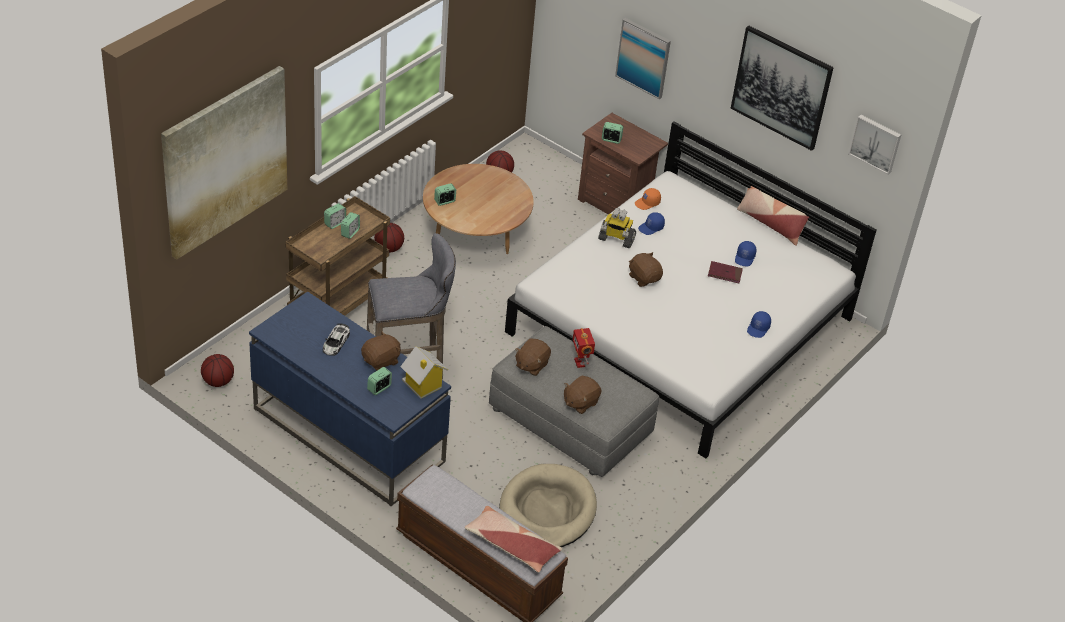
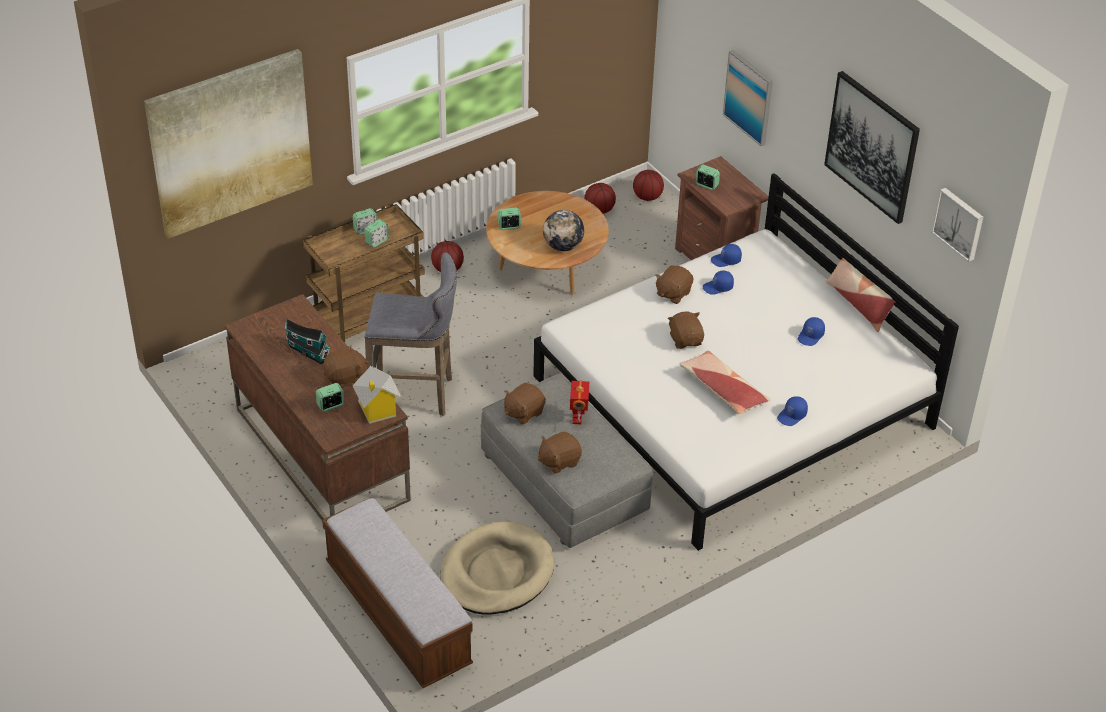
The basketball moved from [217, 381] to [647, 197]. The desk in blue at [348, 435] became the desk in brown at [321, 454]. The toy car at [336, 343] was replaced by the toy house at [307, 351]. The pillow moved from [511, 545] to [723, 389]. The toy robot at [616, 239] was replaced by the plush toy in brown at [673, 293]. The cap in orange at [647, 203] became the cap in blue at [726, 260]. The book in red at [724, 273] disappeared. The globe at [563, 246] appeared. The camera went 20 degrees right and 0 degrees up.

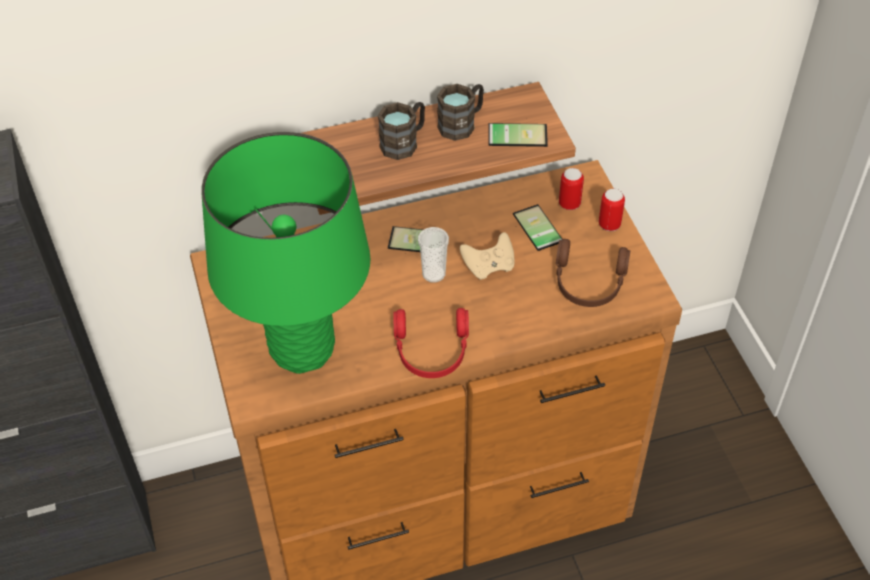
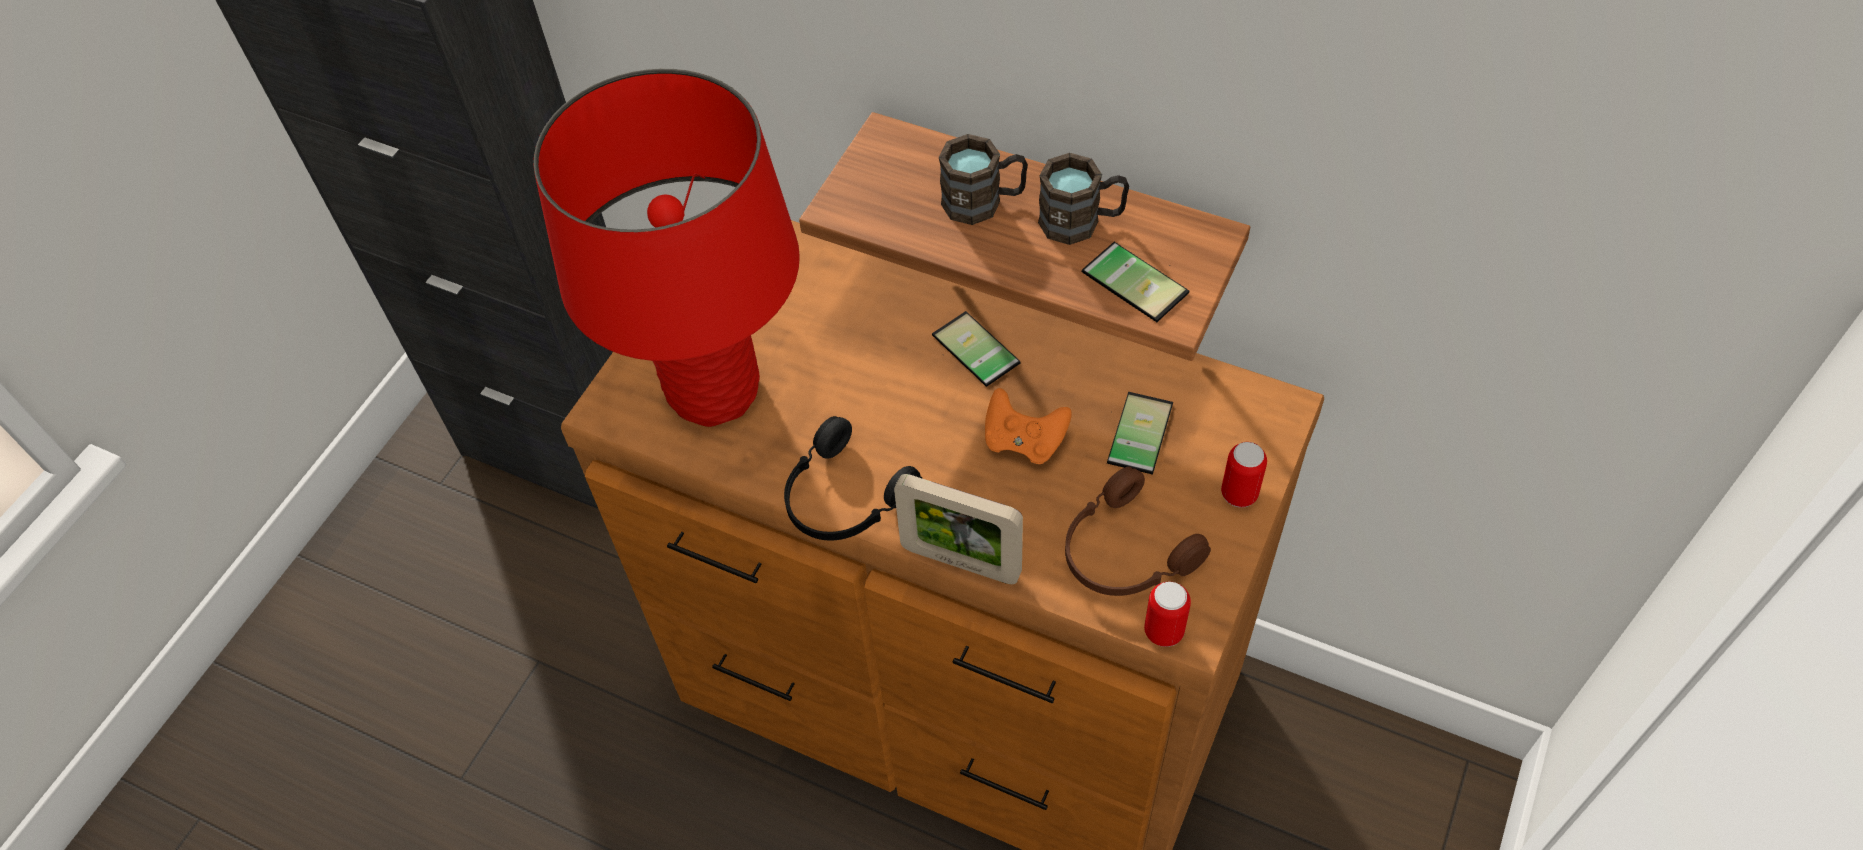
The table lamp in green at [302, 350] became the table lamp in red at [713, 392]. The headphones in red at [431, 352] became the headphones in black at [844, 499]. The cup at [433, 274] disappeared. The game controller in beige at [489, 267] became the game controller in orange at [1024, 441]. The can moved from [569, 204] to [1163, 631]. The picture frame at [960, 562] appeared. The camera went 45 degrees right and 5 degrees up.

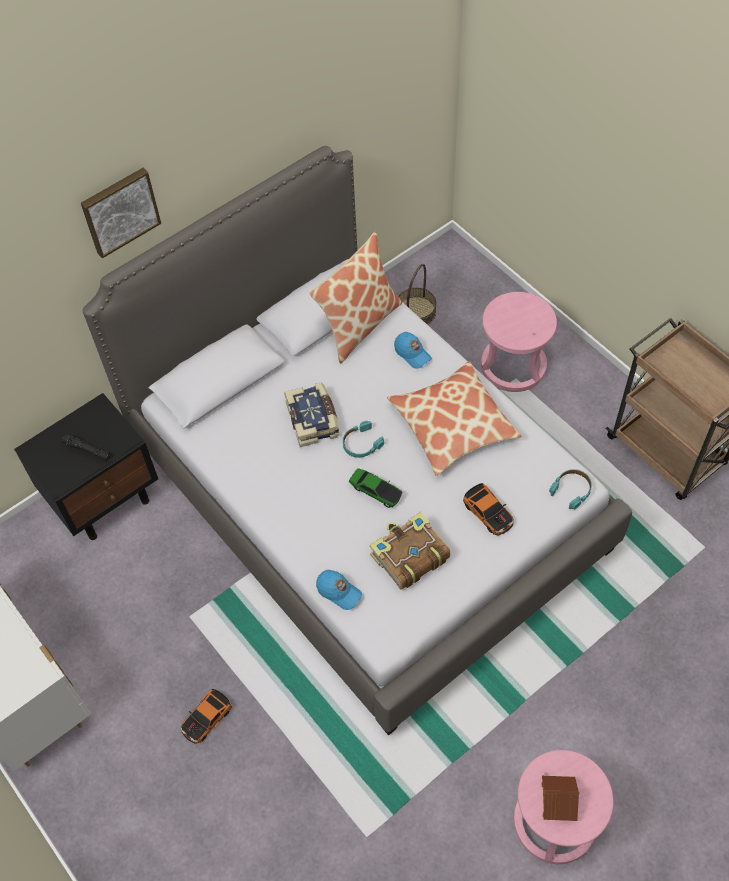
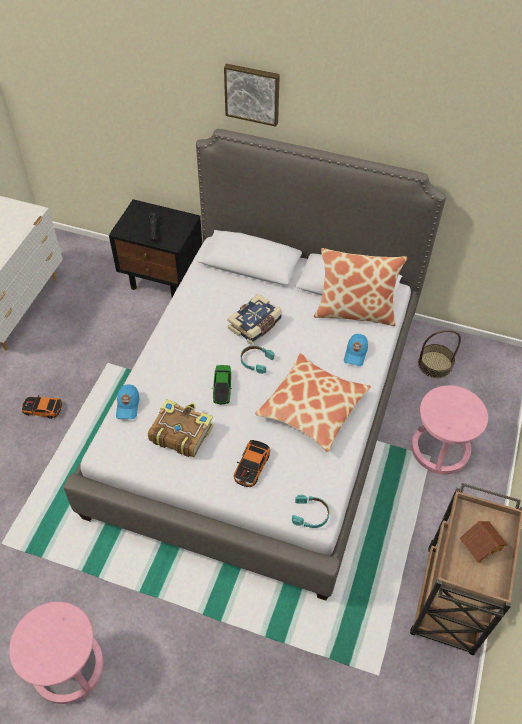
The toy house moved from [557, 800] to [481, 544]. The camera went 55 degrees right and 5 degrees down.

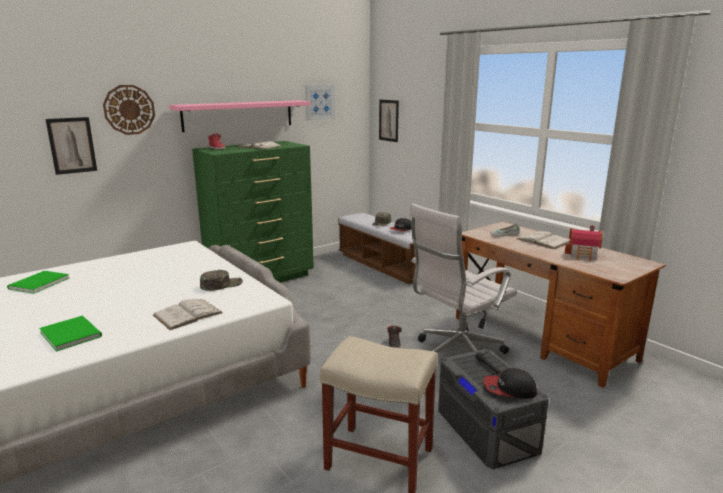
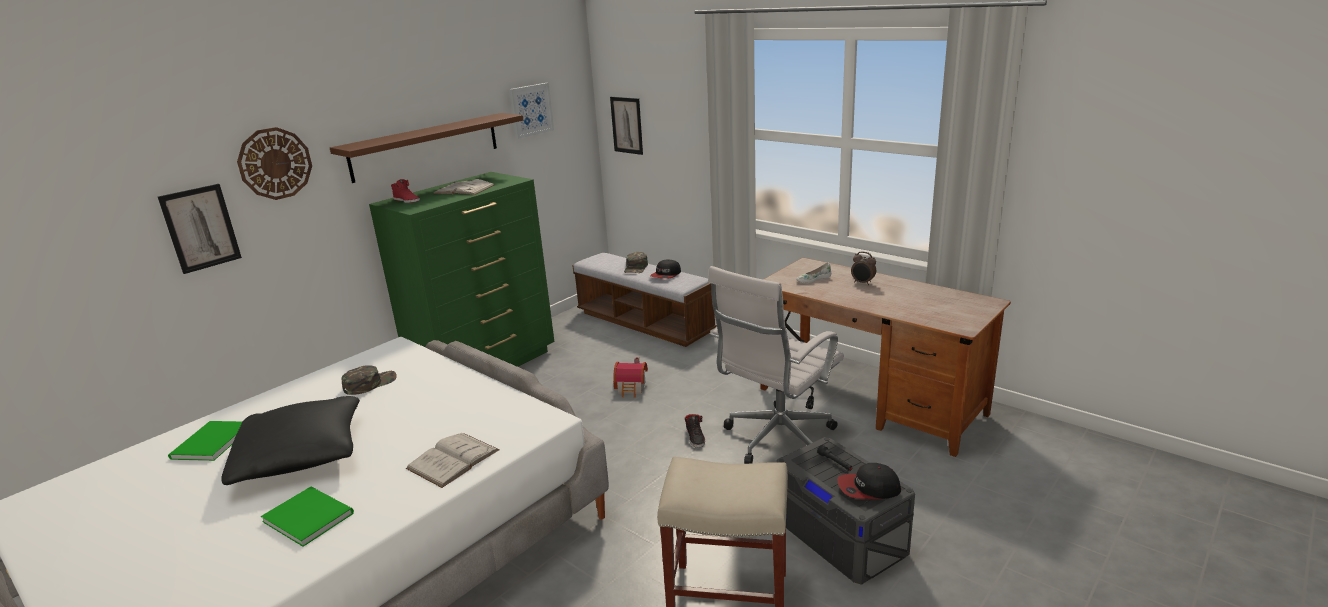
The shelf in pink at [238, 115] became the shelf in brown at [426, 146]. The cap in green moved from [221, 284] to [370, 383]. The book in white at [543, 240] was replaced by the alarm clock at [862, 283]. The toy house moved from [583, 255] to [632, 388]. The pillow in black at [301, 455] appeared. The camera went 10 degrees left and 5 degrees up.

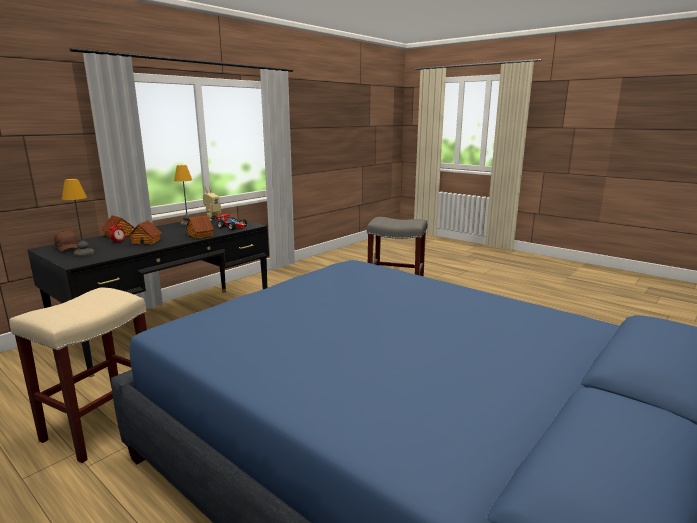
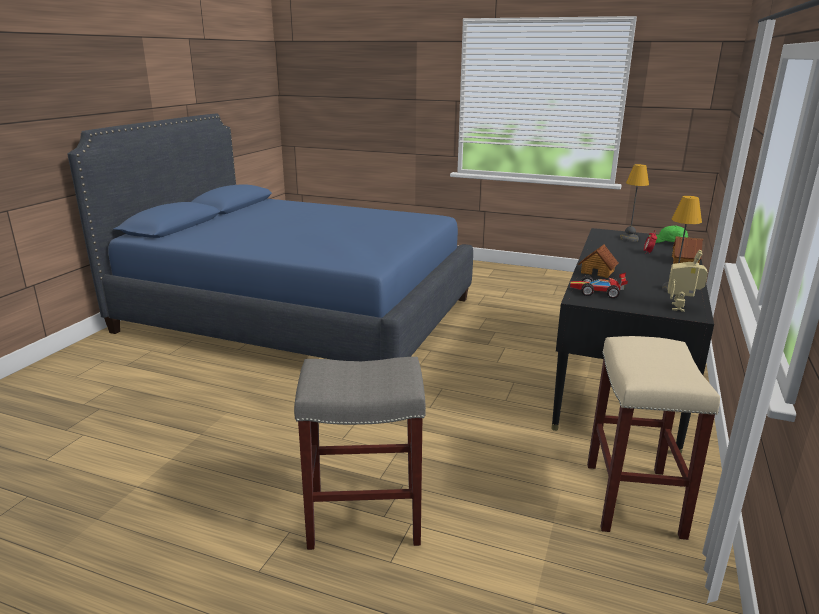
The stool in beige moved from [102, 425] to [634, 500]. The cap in brown at [68, 247] became the cap in green at [668, 242]. The toy house at [146, 241] disappeared. The camera went 160 degrees right and 5 degrees up.

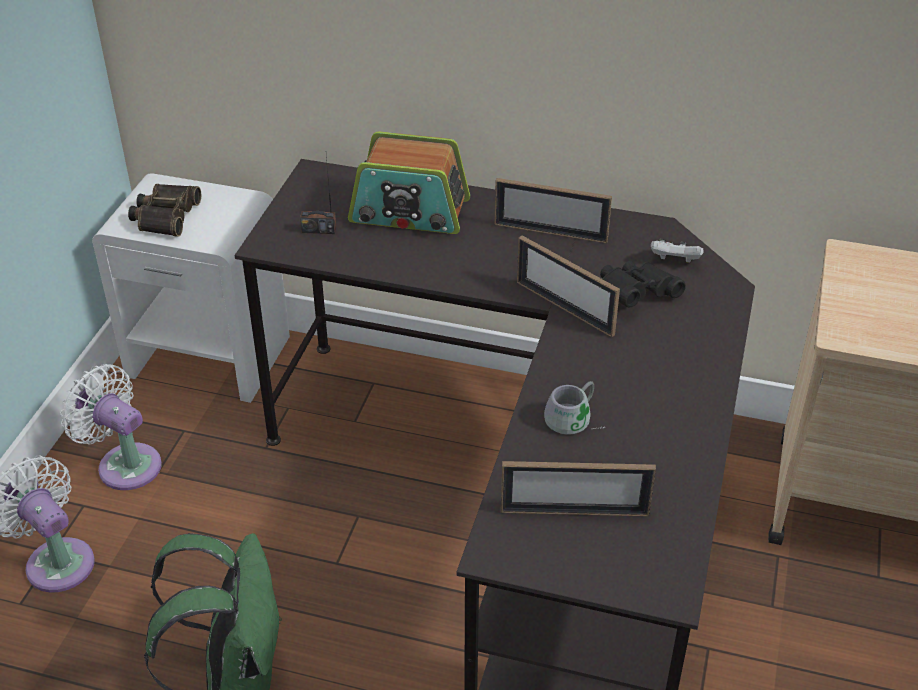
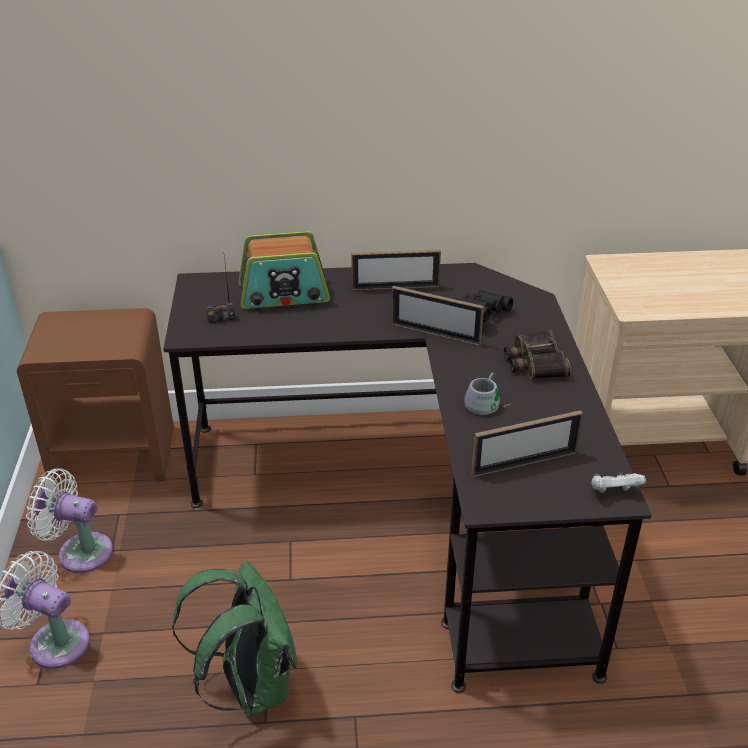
The nightstand in white at [210, 356] became the nightstand in brown at [115, 455]. The binoculars moved from [165, 216] to [534, 362]. The game controller in white moved from [675, 261] to [613, 492]. The camera went 20 degrees left and 5 degrees down.

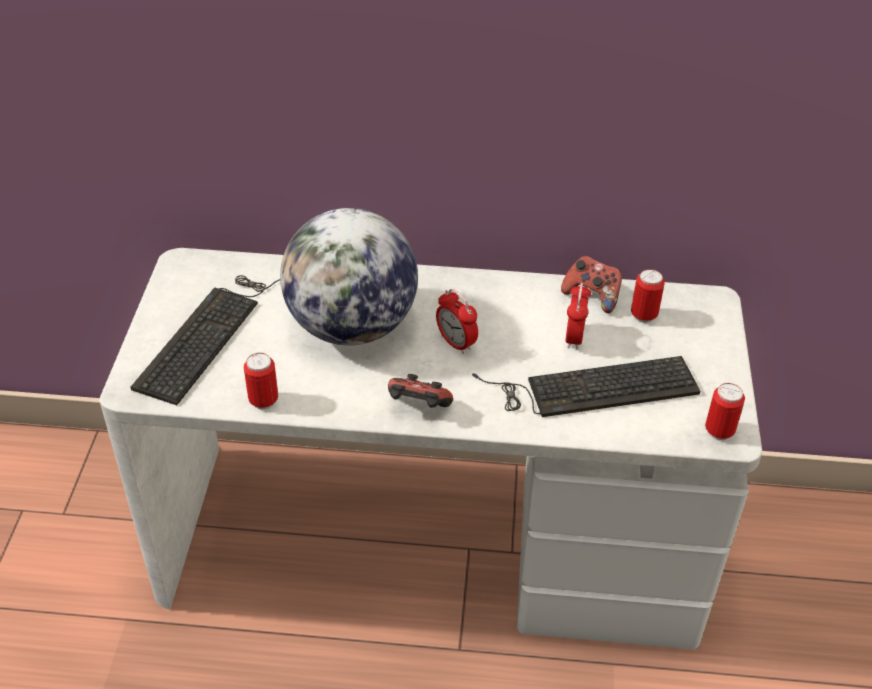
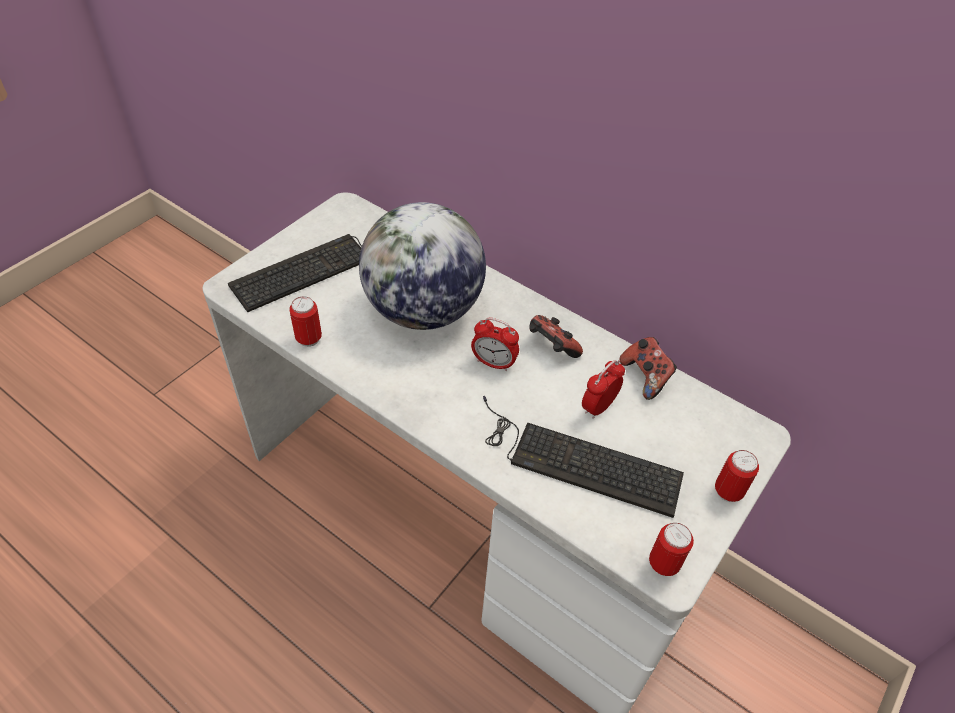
The game controller moved from [417, 407] to [551, 348]. The alarm clock at [456, 343] turned 60 degrees counterclockwise. The can moved from [643, 315] to [728, 491]. The camera went 30 degrees right and 5 degrees up.

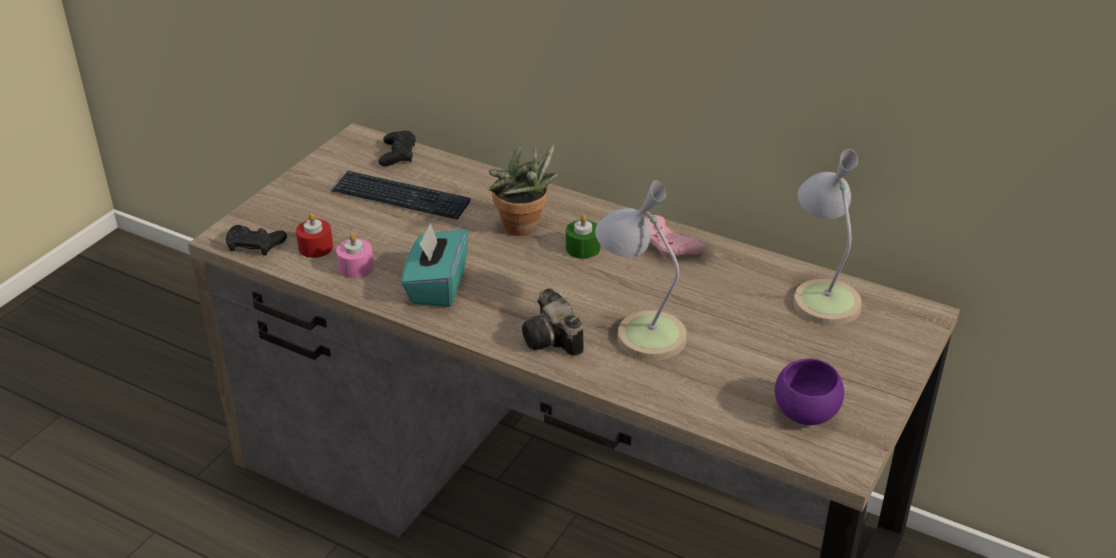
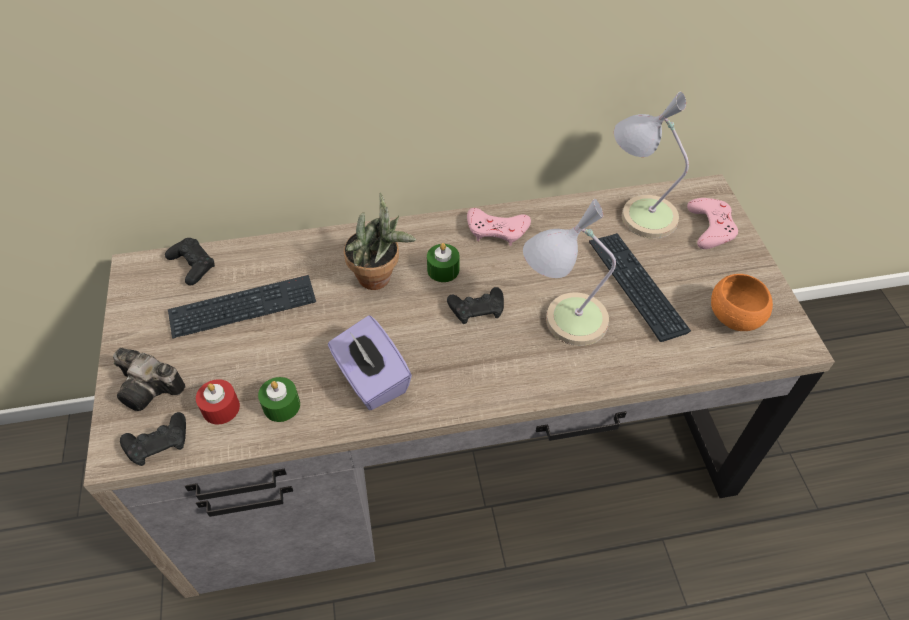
The candle in pink at [356, 267] became the candle in green at [281, 405]. The tissue box in turquoise at [437, 286] became the tissue box in purple at [371, 379]. The photo camera moved from [554, 340] to [151, 389]. The bowl in purple at [805, 413] became the bowl in orange at [734, 318]. The game controller in black at [477, 309] appeared. The keyboard at [636, 286] appeared. The game controller in pink at [710, 227] appeared. The camera went 40 degrees left and 15 degrees up.

